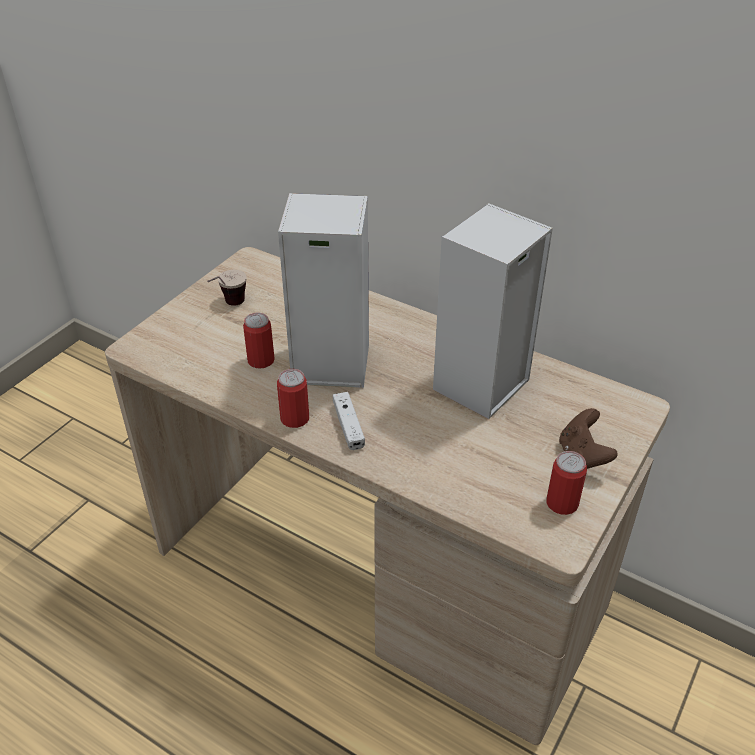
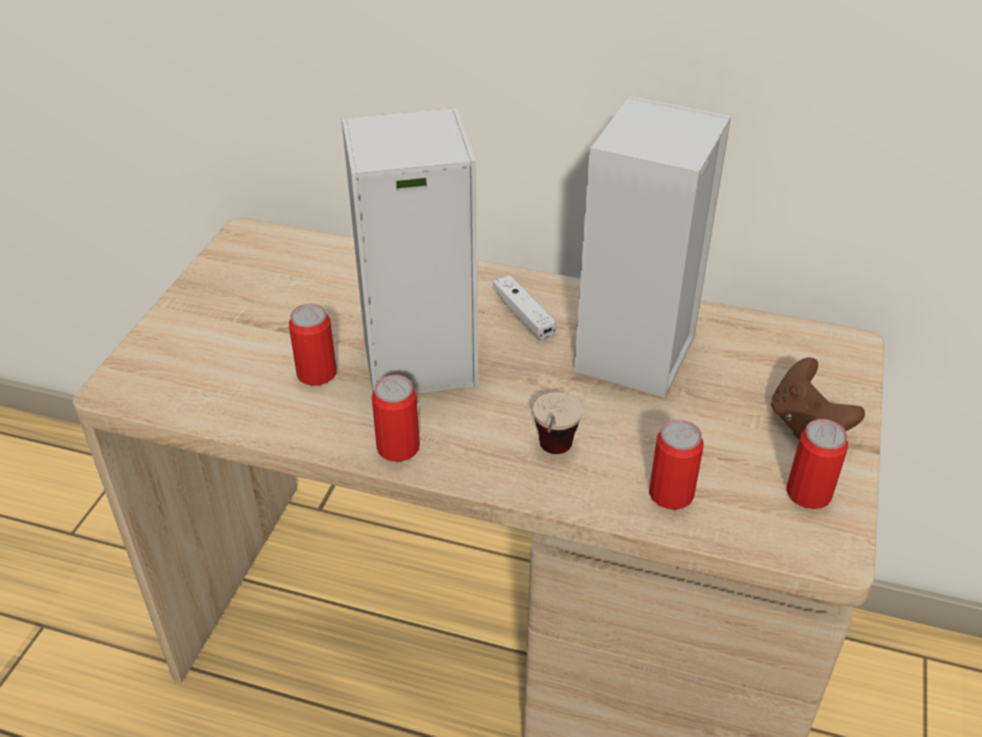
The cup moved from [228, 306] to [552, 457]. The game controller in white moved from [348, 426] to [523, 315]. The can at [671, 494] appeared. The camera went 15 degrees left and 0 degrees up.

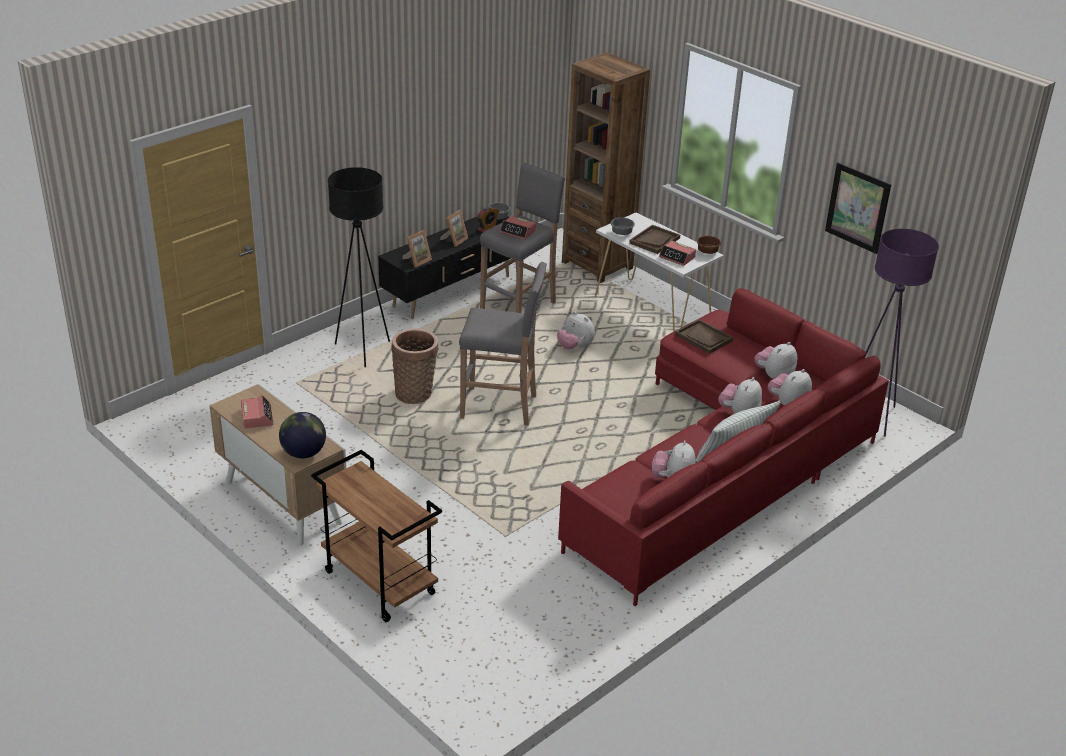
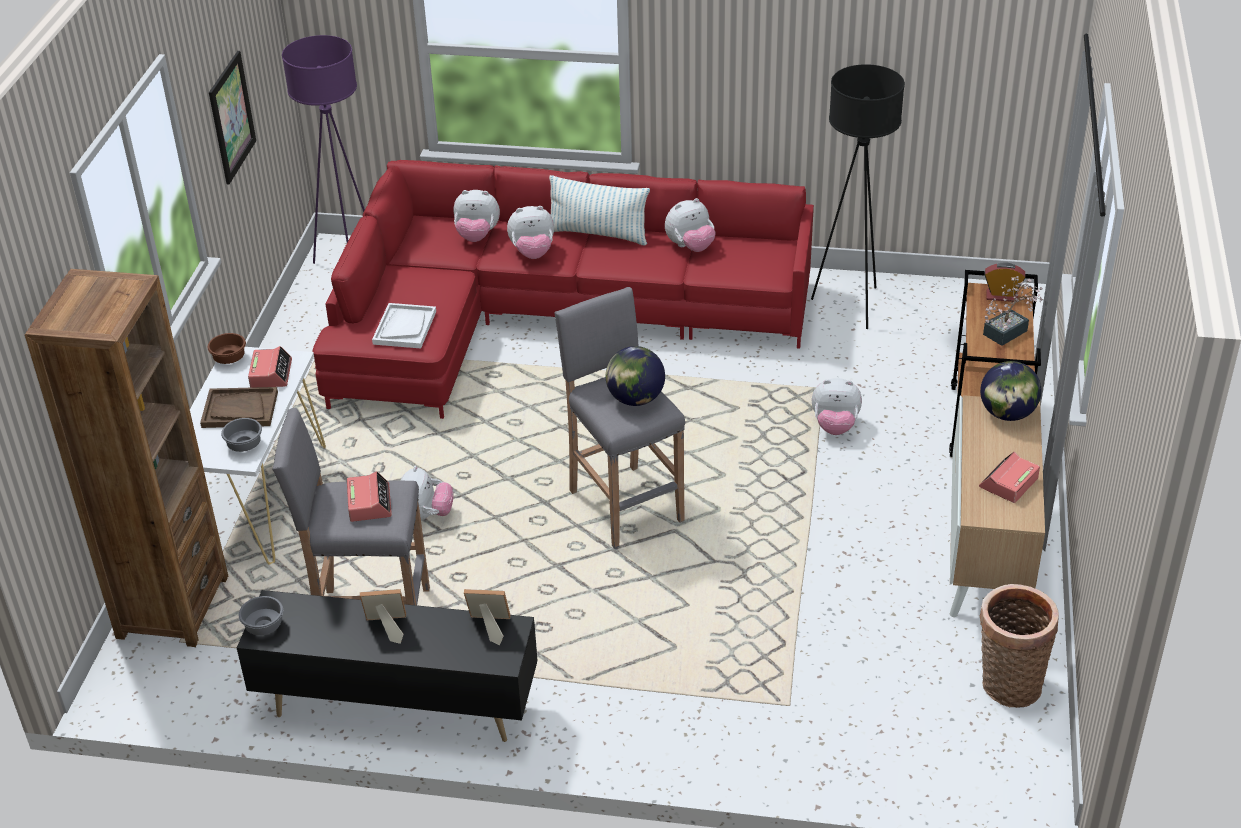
The floor lamp in black moved from [362, 350] to [851, 305]. The basket moved from [415, 394] to [1007, 684]. The alarm clock moved from [488, 229] to [1001, 296]. The tray in brown at [703, 338] became the tray in white at [404, 327]. The plush toy moved from [774, 376] to [835, 426]. The globe at [635, 399] appeared. The potted plant at [1009, 331] appeared. The camera went 125 degrees left and 5 degrees up.

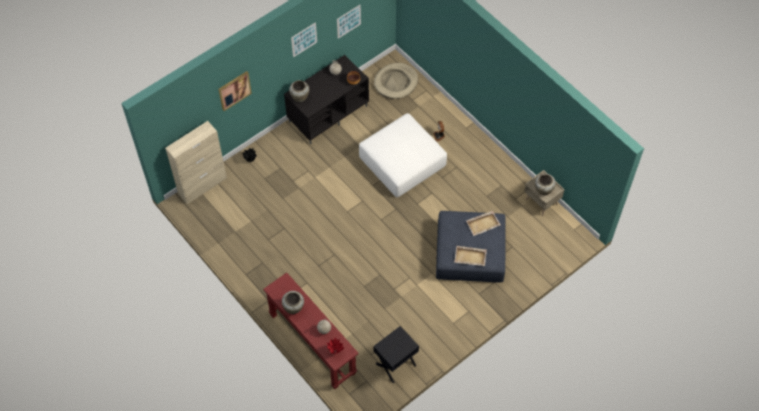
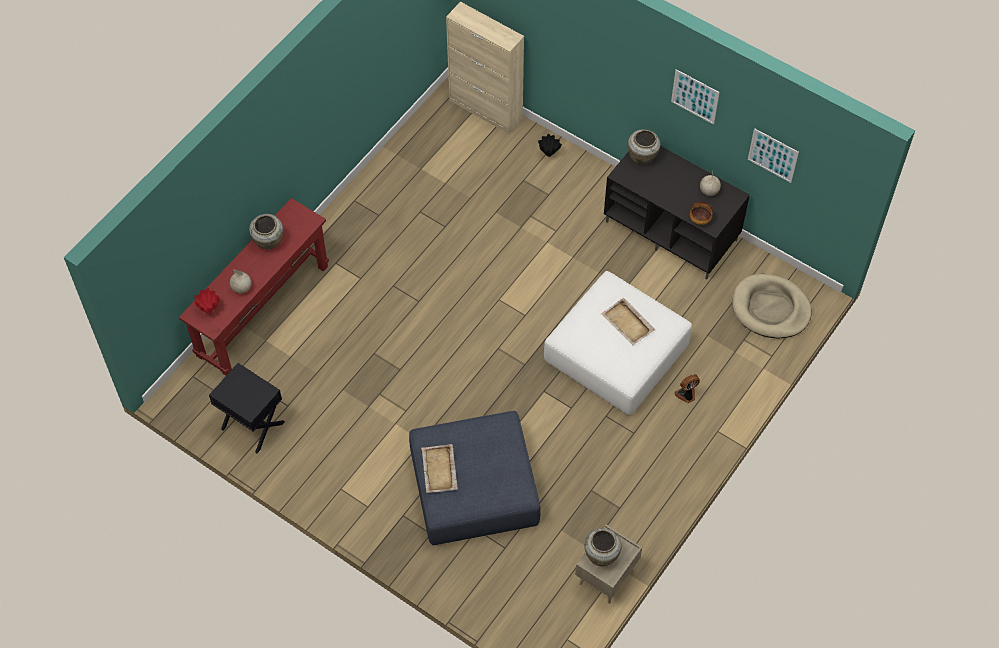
The picture at [234, 90] disappeared. The tray in beige moved from [483, 223] to [628, 323]. The camera went 75 degrees right and 0 degrees up.

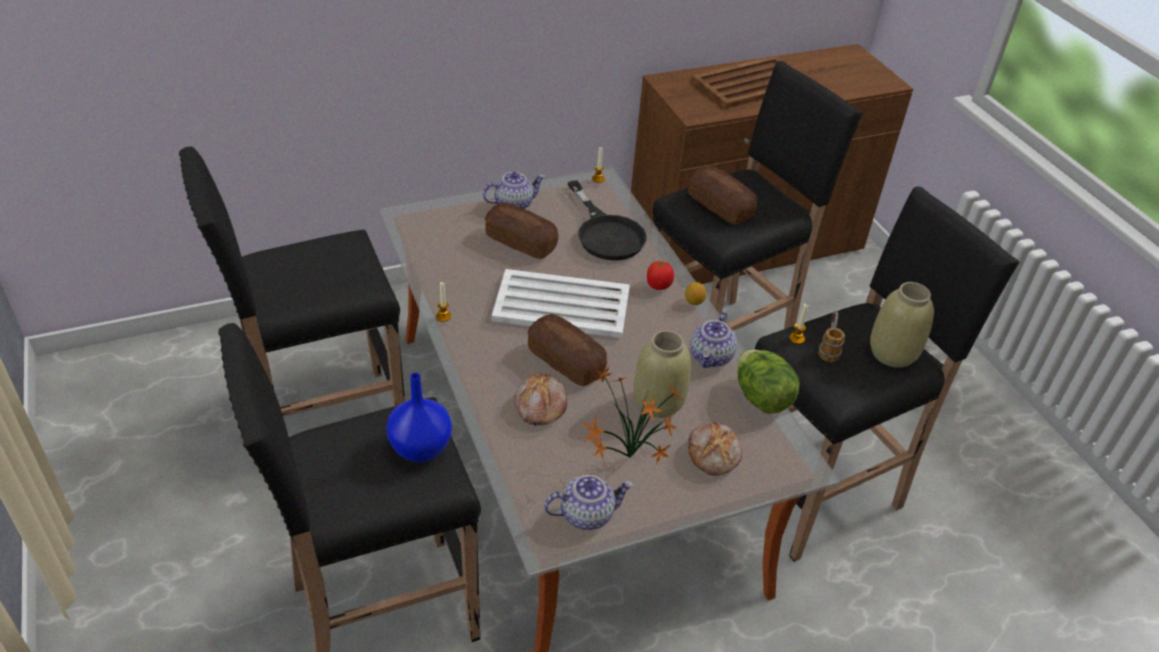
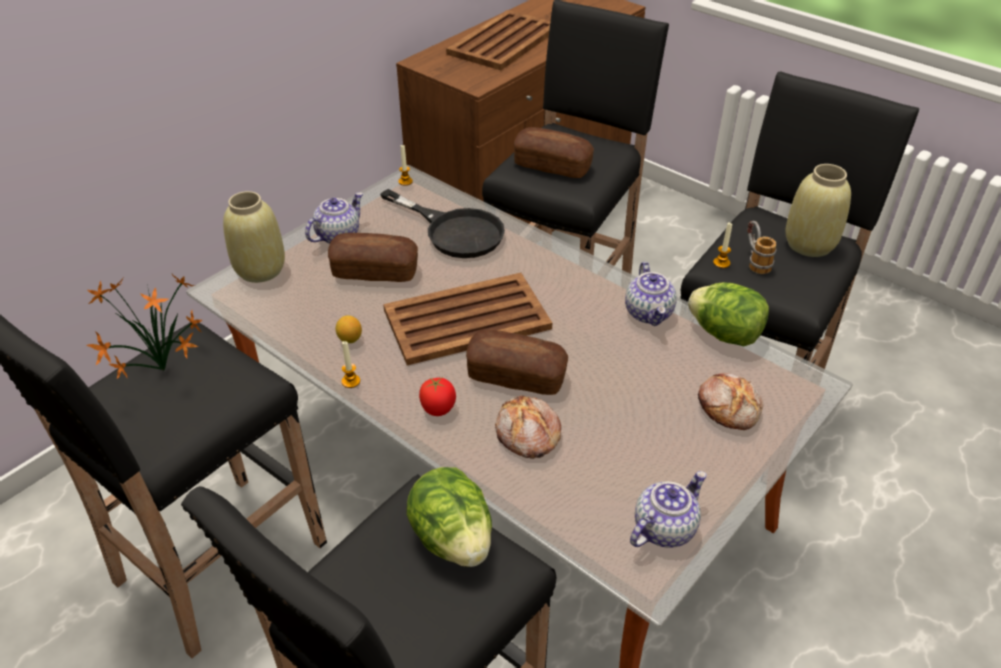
The vase in blue at [422, 448] was replaced by the lettuce at [452, 538]. The tray in white at [563, 305] became the tray in brown at [468, 319]. The potted plant moved from [626, 458] to [160, 371]. The vase in beige moved from [659, 403] to [261, 270]. The tomato moved from [658, 285] to [438, 408]. The lemon moved from [694, 302] to [349, 339]. The camera went 25 degrees left and 0 degrees up.

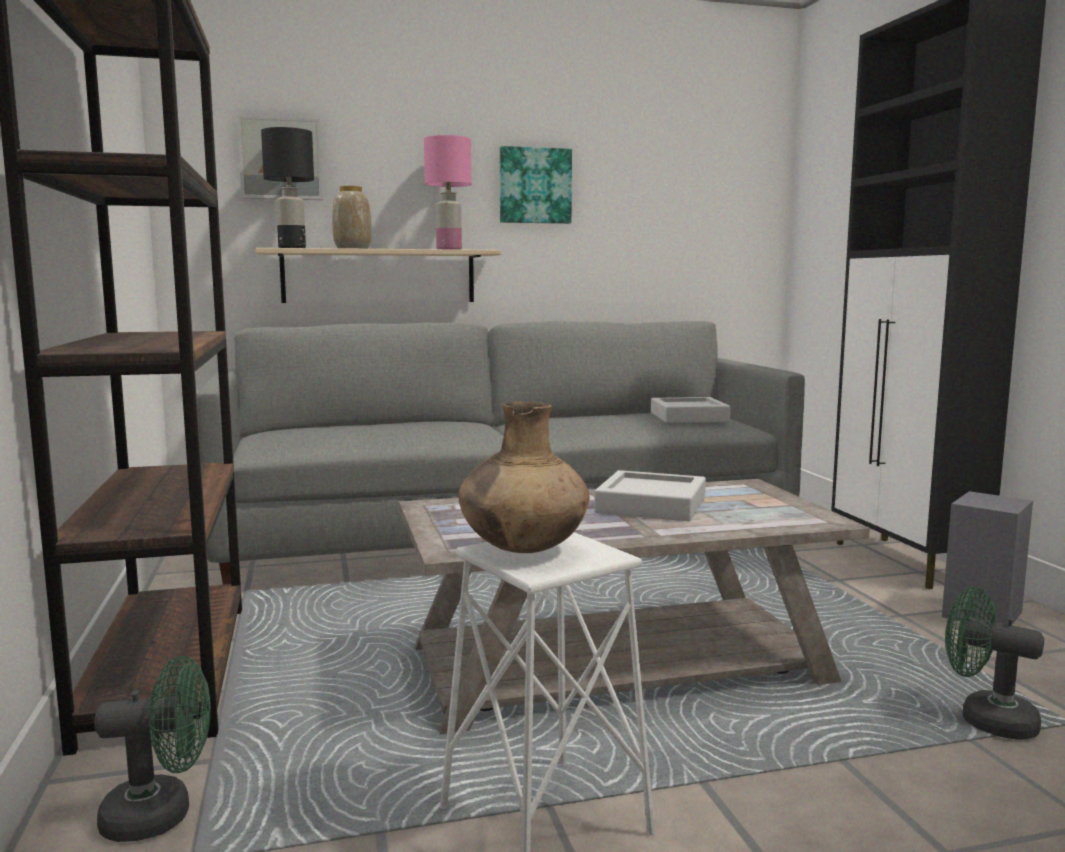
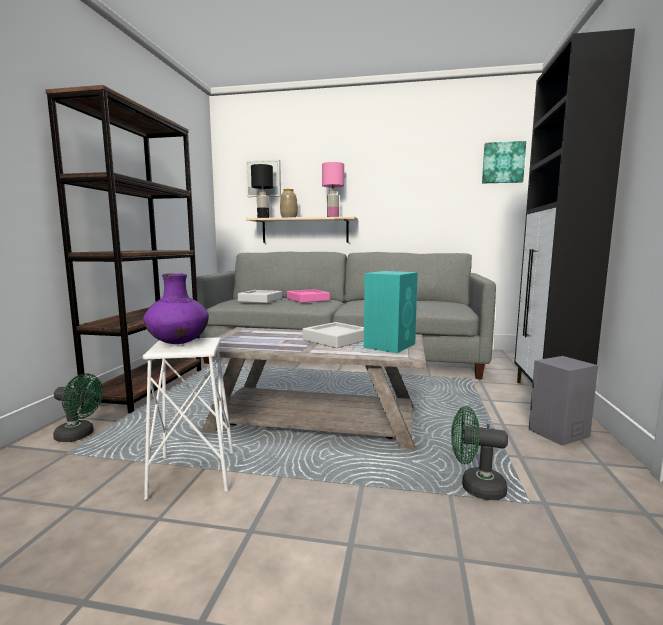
The vase in brown at [522, 550] became the vase in purple at [178, 343]. The picture moved from [535, 186] to [503, 163]. The tray in grey moved from [689, 417] to [260, 300]. The fan in green at [985, 719] turned 45 degrees counterclockwise. The tray in pink at [308, 299] appeared. The speaker in turquoise at [390, 345] appeared. The camera went 25 degrees right and 0 degrees up.

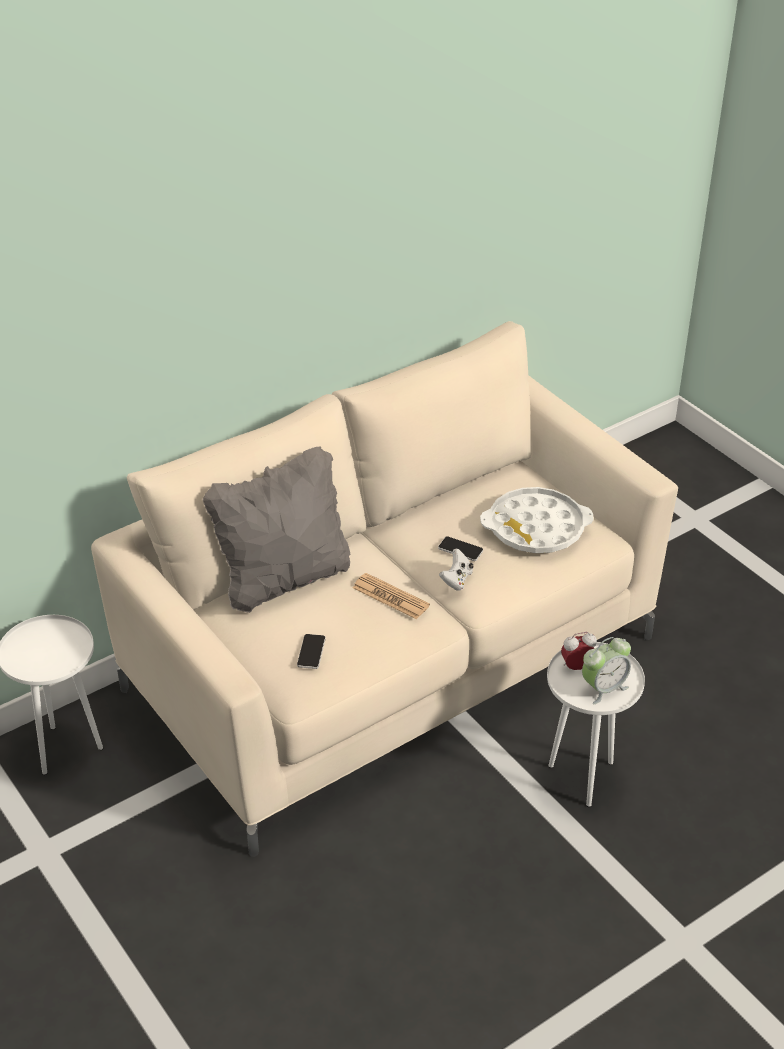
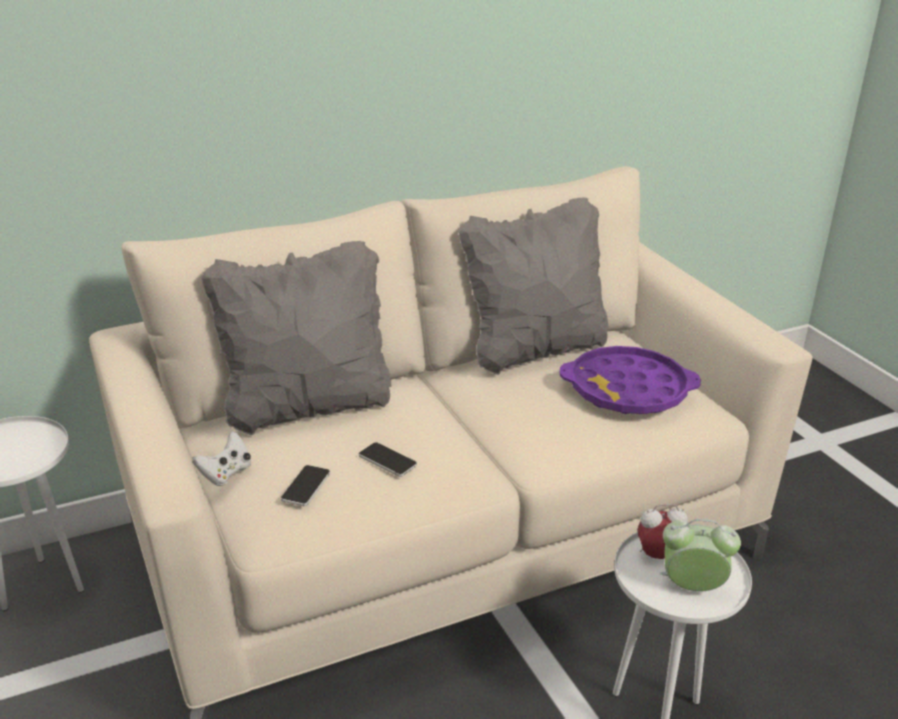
The newspaper at [390, 597] disappeared. The phone moved from [460, 549] to [387, 460]. The game controller in white moved from [456, 580] to [226, 473]. The tray in white at [536, 528] became the tray in purple at [628, 390]. The alarm clock at [603, 688] turned 150 degrees counterclockwise. The pillow in grey at [534, 350] appeared. The camera went 10 degrees right and 10 degrees down.

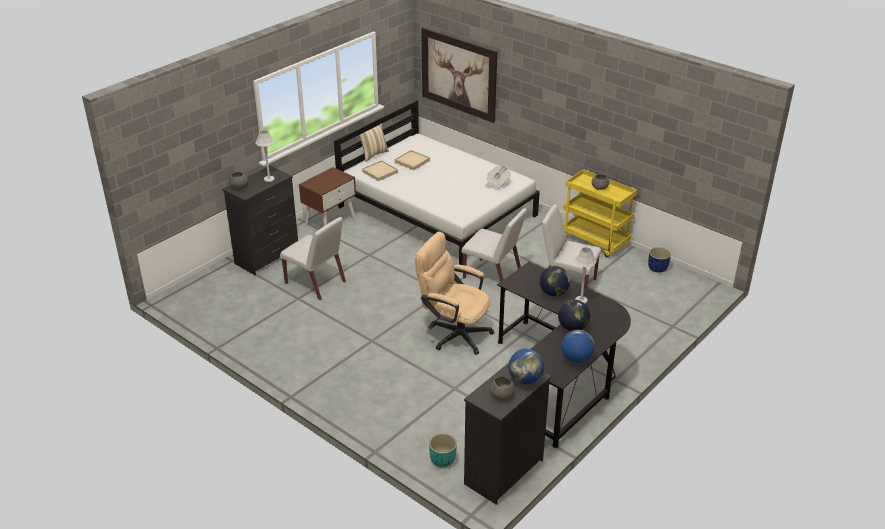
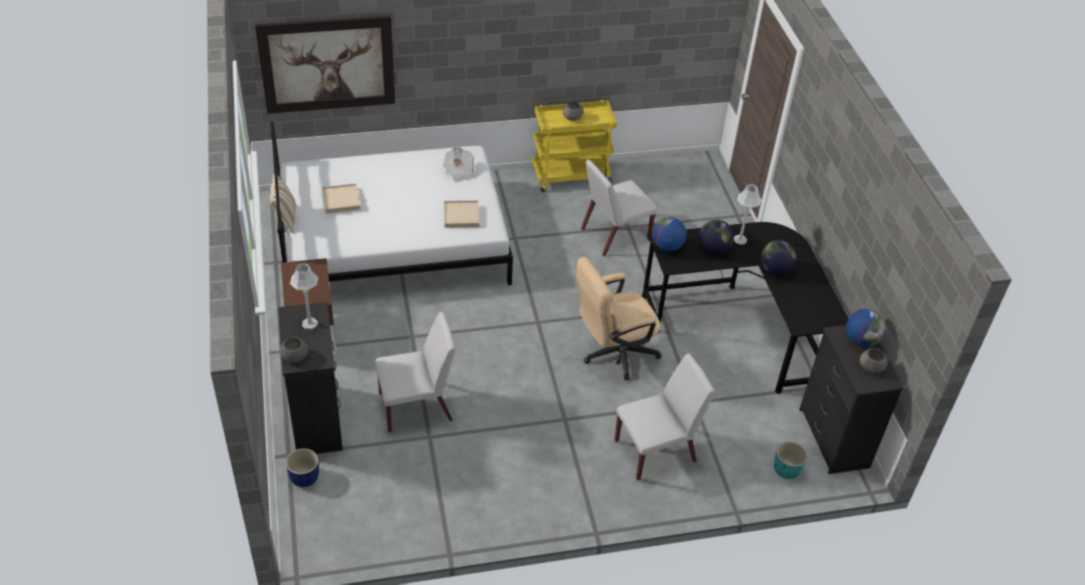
The tray in beige moved from [380, 172] to [461, 216]. The chair in white moved from [493, 275] to [656, 451]. The globe moved from [576, 358] to [667, 246]. The planter in blue moved from [658, 268] to [305, 477]. The camera went 55 degrees left and 10 degrees up.

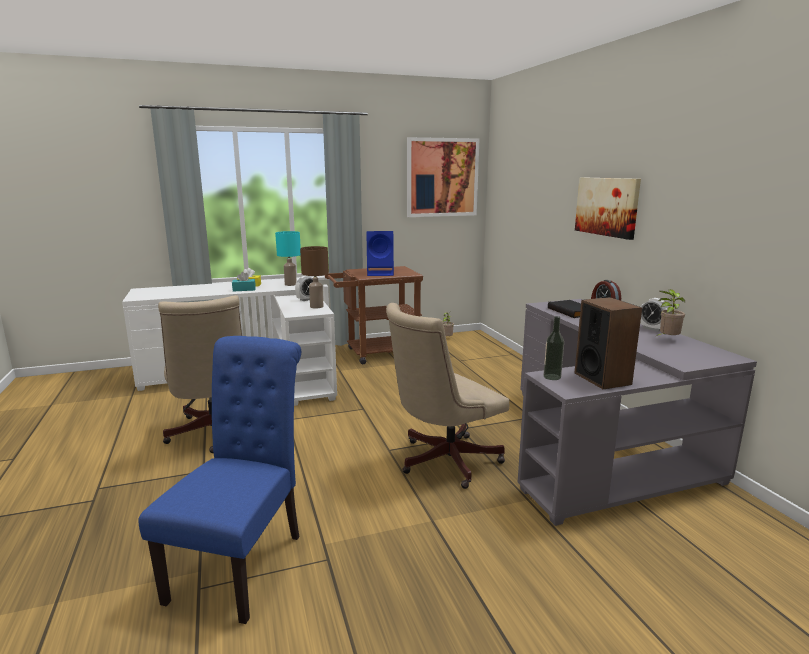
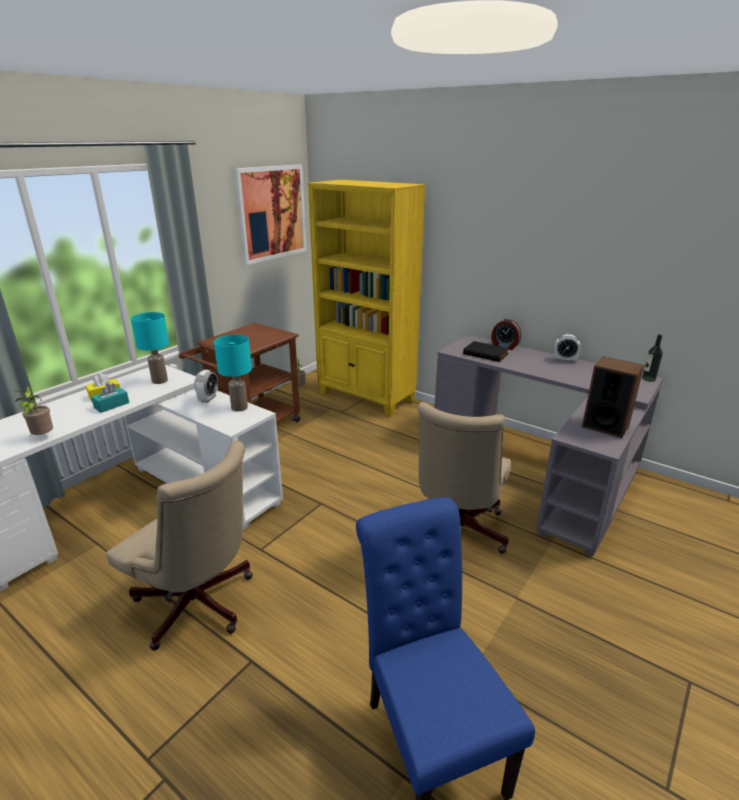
The table lamp in brown at [316, 307] became the table lamp in turquoise at [239, 408]. The speaker in blue at [381, 273] disappeared. The bottle moved from [552, 377] to [648, 379]. The picture at [607, 206] disappeared. The potted plant moved from [667, 339] to [42, 437]. The bookcase in yellow at [366, 397] appeared. The camera went 35 degrees left and 10 degrees up.

